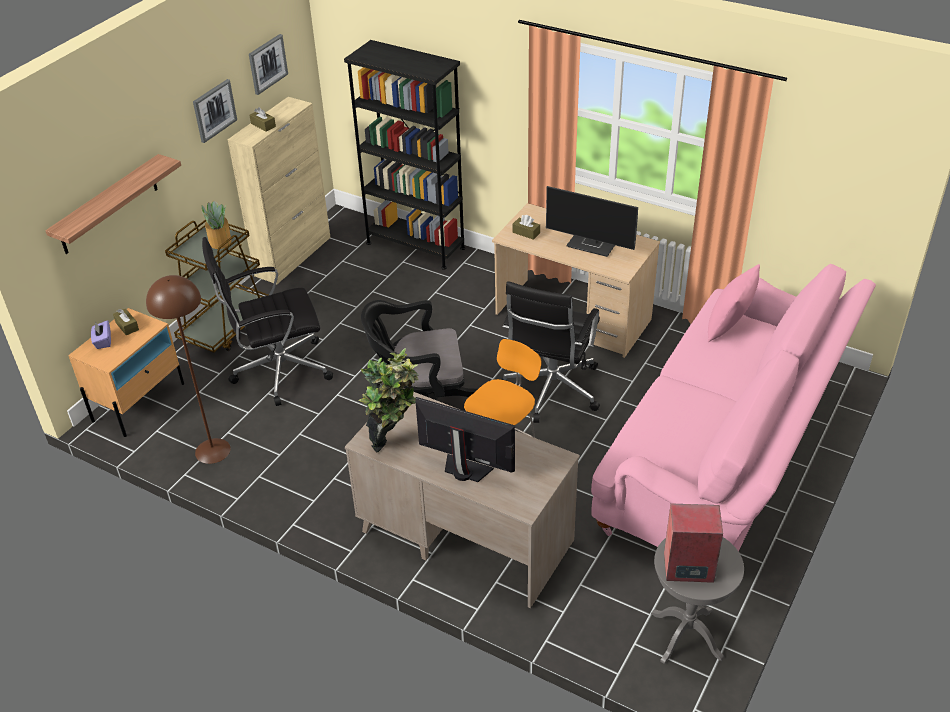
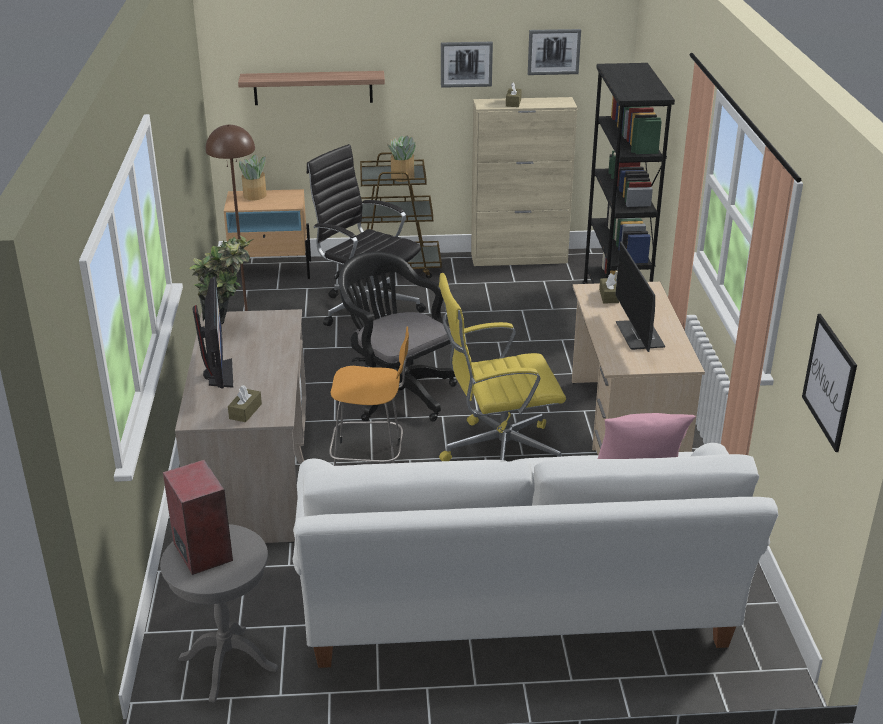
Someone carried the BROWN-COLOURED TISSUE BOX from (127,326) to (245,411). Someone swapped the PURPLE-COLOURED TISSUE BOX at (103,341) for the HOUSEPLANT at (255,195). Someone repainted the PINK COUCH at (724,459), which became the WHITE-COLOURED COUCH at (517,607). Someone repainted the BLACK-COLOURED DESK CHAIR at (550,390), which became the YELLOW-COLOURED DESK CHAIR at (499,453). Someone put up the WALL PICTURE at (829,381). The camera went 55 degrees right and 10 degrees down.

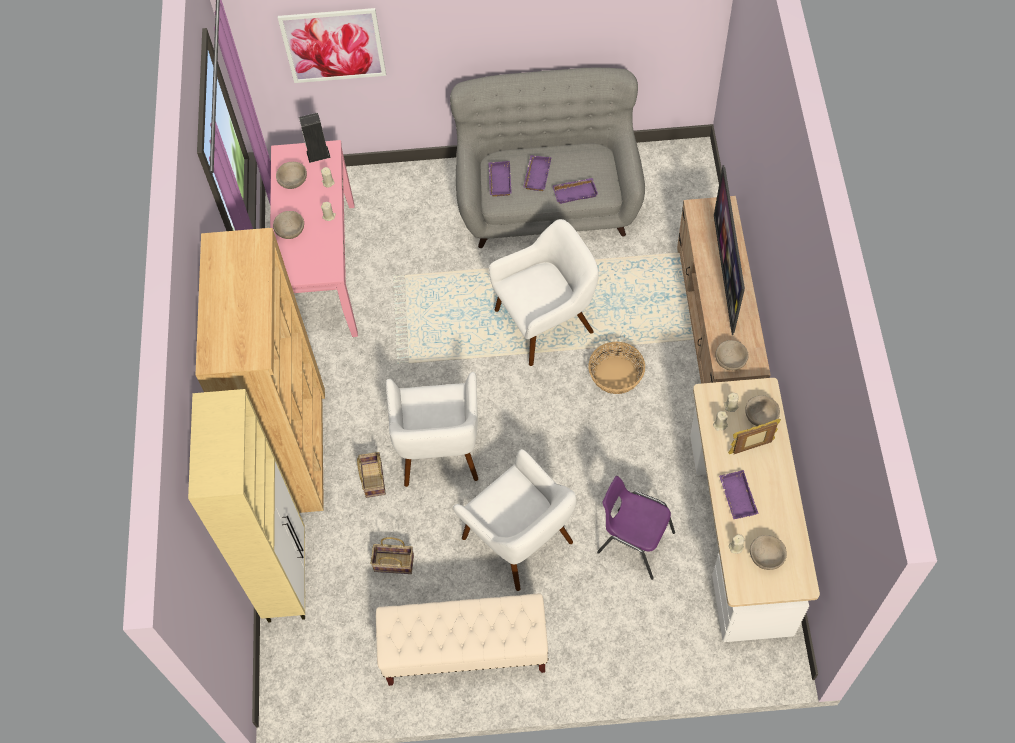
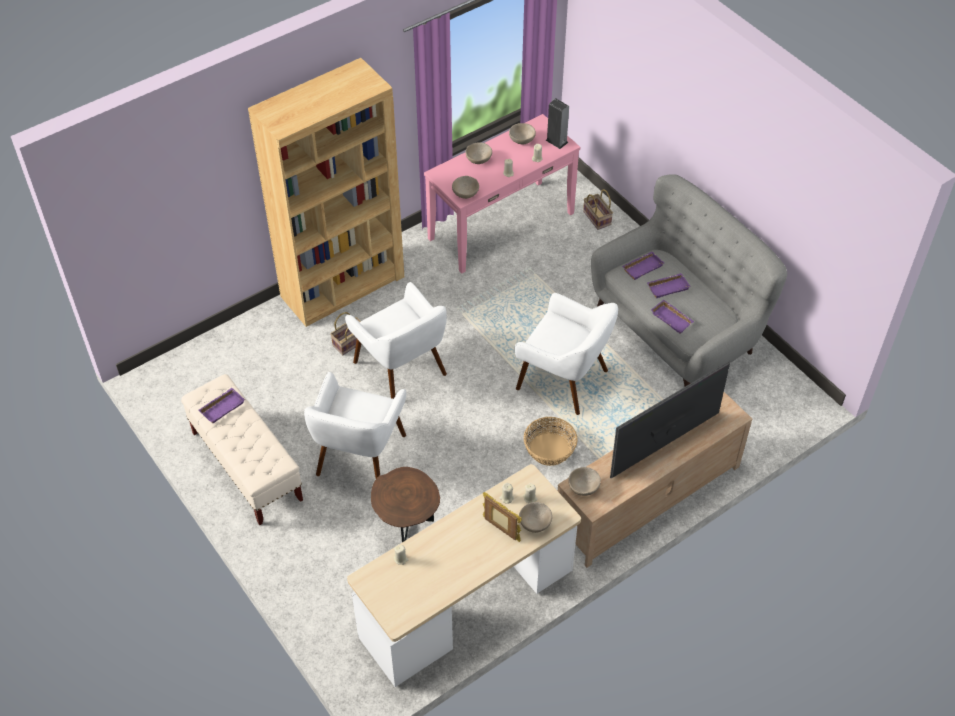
Someone carried the PURPLE-COLOURED SERVING TRAY from (736,496) to (222,407). Someone rotated the WHITE-COLOURED ARMCHAIR at (439,450) by 90 degrees counterclockwise. Someone swapped the PURPLE-COLOURED CHAIR at (634,542) for the BROWN-COLOURED SIDE TABLE at (407,532). Someone carried the SAND-COLOURED BOWL from (766,557) to (465,194). Someone carried the STORAGE BASKET from (392,564) to (596,218). Someone took away the SAND-COLOURED CUPBOARD at (287,577). Someone took away the WALL PICTURE at (333,45). The camera went 55 degrees right and 10 degrees down.

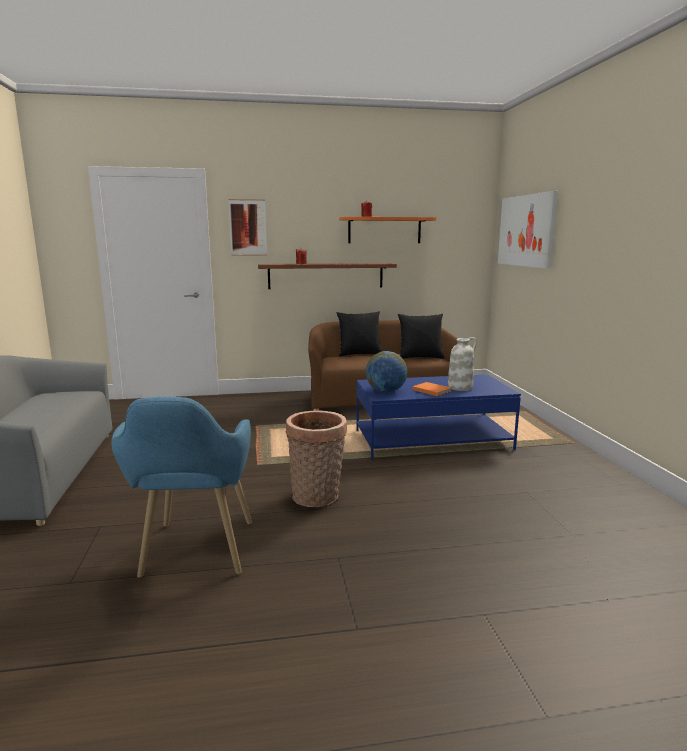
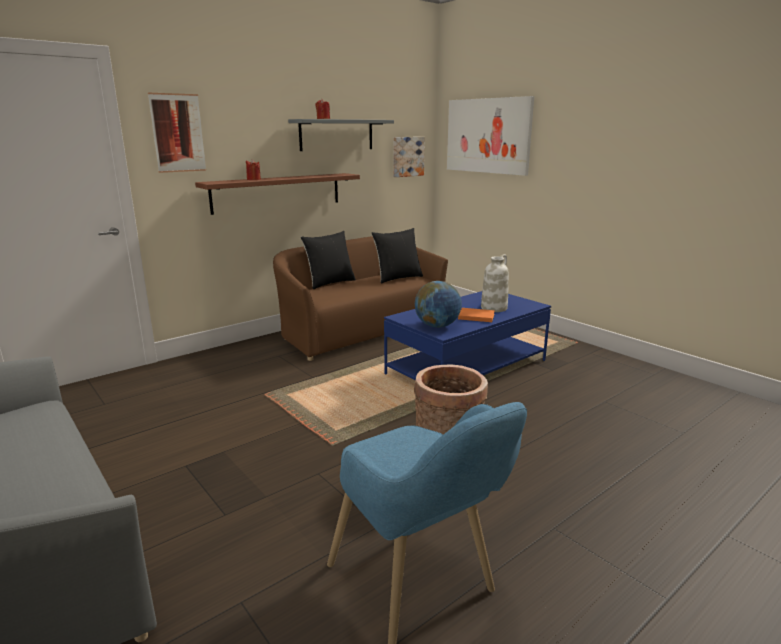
Someone repainted the ORANGE-COLOURED BRACKET SHELF at (384,230), which became the GRAY BRACKET SHELF at (336,135). Someone put up the WALL PICTURE at (407,156). The camera went 30 degrees left and 5 degrees up.

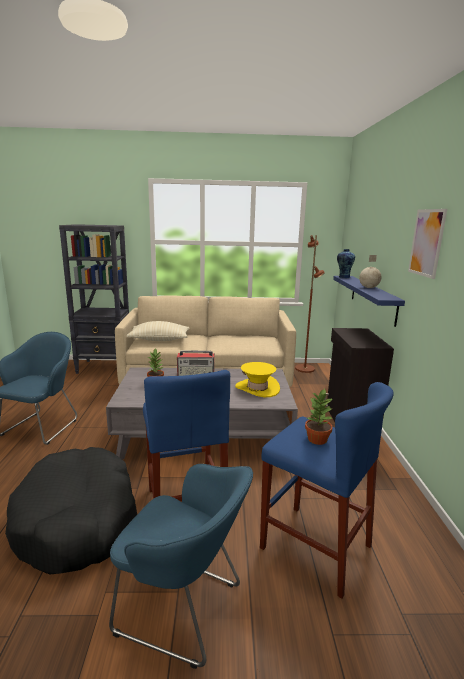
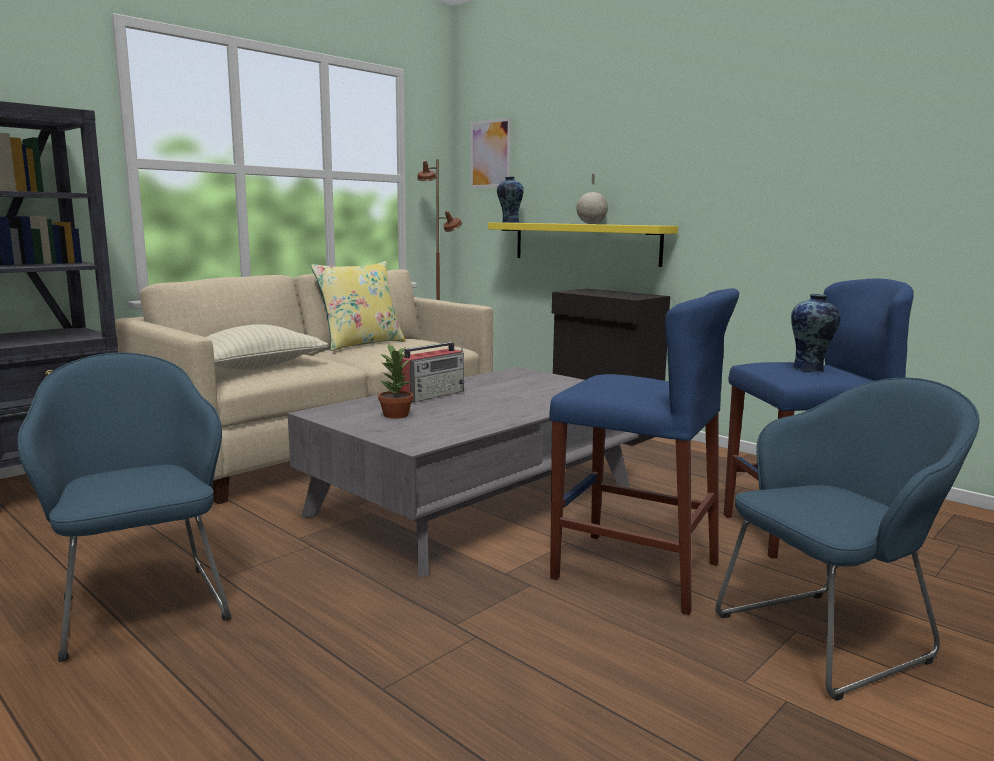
Someone put down the YELLOW-COLOURED PILLOW at (360,344). Someone carried the WALL PICTURE from (426,242) to (490,154). Someone repainted the BLUISH BRACKET SHELF at (372,298), which became the YELLOW-COLOURED BRACKET SHELF at (585,243). Someone swapped the HOUSEPLANT at (316,439) for the DECORATIVE VASE at (810,369). Someone took away the BLACK-COLOURED PET BED at (78,520). Someone took away the YELLOW-COLOURED WEARABLE HAT at (257,388). The camera went 45 degrees left and 5 degrees down.

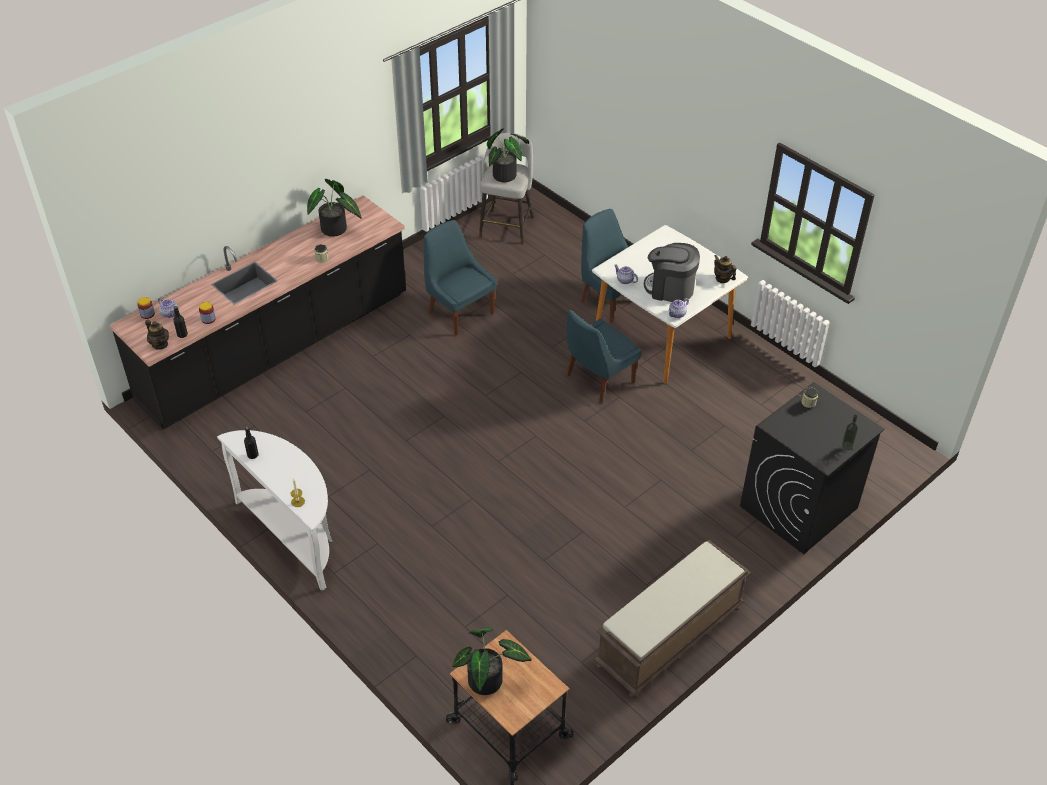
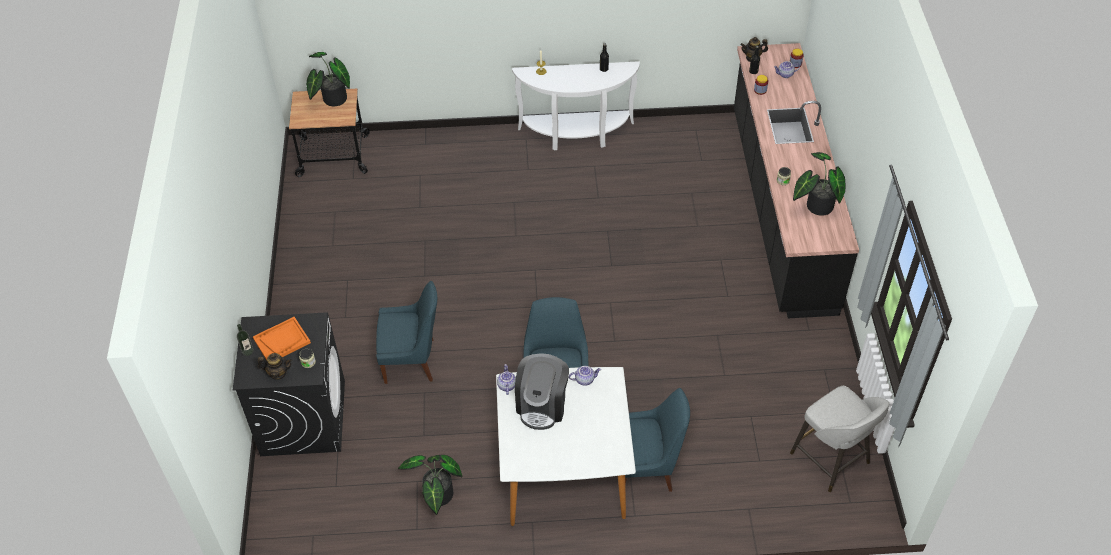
Someone put down the ORANGE-COLOURED SERVING TRAY at (282,341). Someone carried the POT FOR TEA from (722,278) to (278,373). Someone carried the BLUISH CHAIR from (459,312) to (412,361). Someone carried the HOUSEPLANT from (507,175) to (437,497). Someone rotated the COFFEE MAKER at (670,289) by 135 degrees clockwise. Someone took away the BROWN-COLOURED LONG SEAT at (669,638). The camera went 130 degrees right and 5 degrees up.

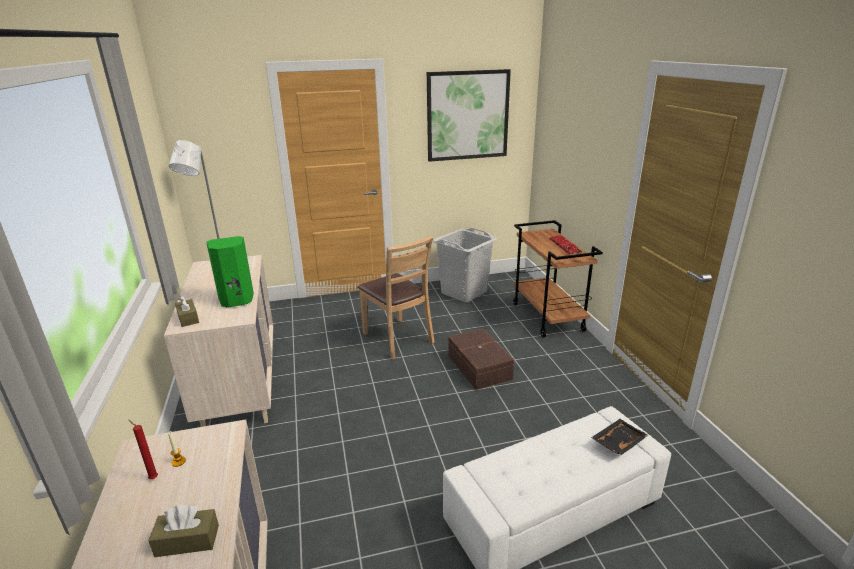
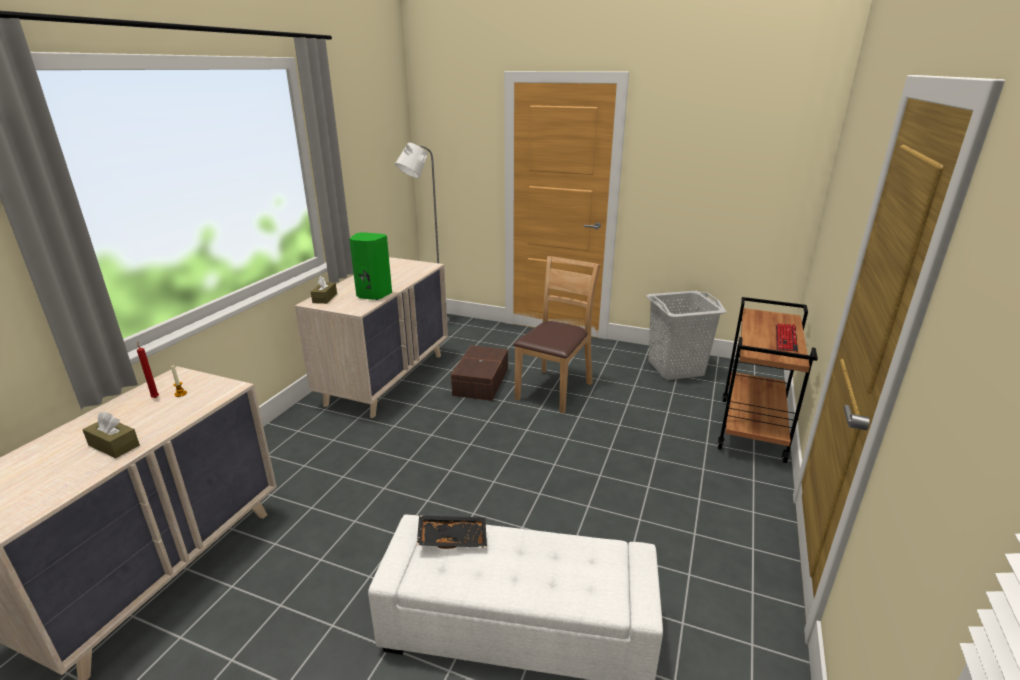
Someone carried the BLACK-COLOURED SERVING TRAY from (617,442) to (452,537). Someone carried the BROWN-COLOURED STORAGE CONTAINER from (478,368) to (479,382). Someone rotated the BROWN-COLOURED CHAIR at (398,338) by 150 degrees counterclockwise. Someone took away the WALL PICTURE at (467,115). The camera went 35 degrees right and 0 degrees up.

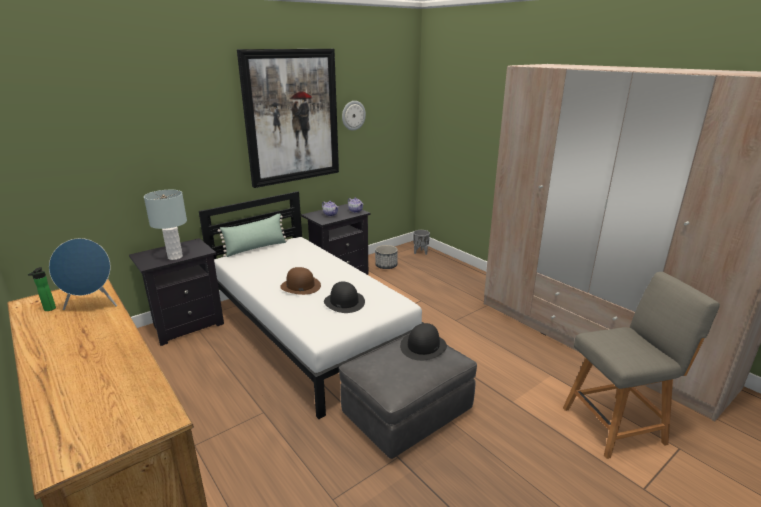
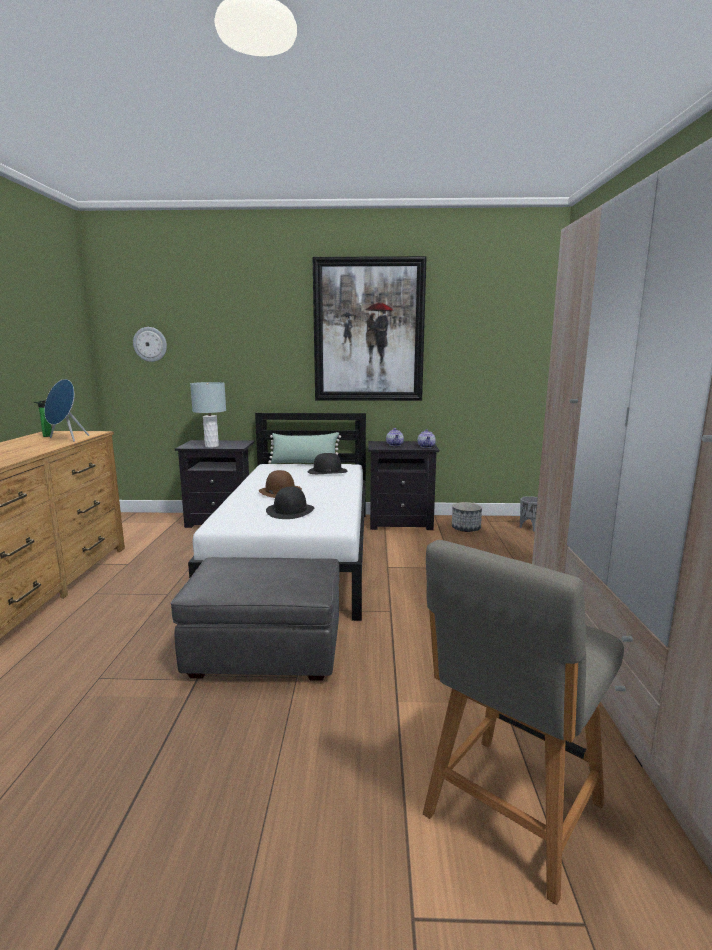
Someone carried the WALL CLOCK from (353,115) to (150,344). Someone carried the BLACK-COLOURED WEARABLE HAT from (423,346) to (327,471). Someone rotated the GRAY CHAIR at (616,425) by 105 degrees clockwise. The camera went 40 degrees right and 10 degrees down.

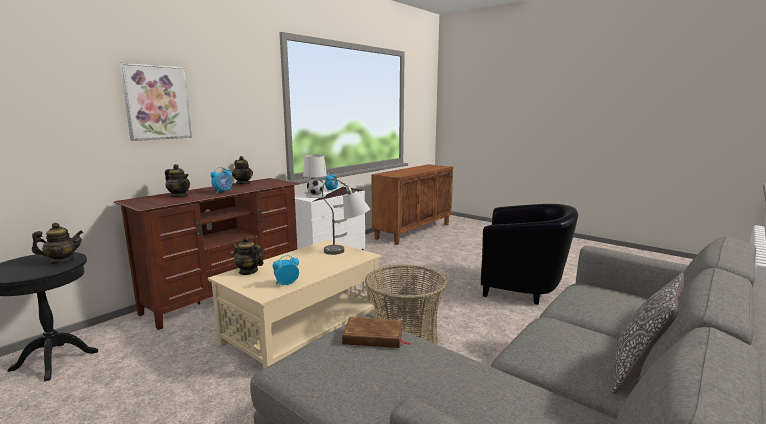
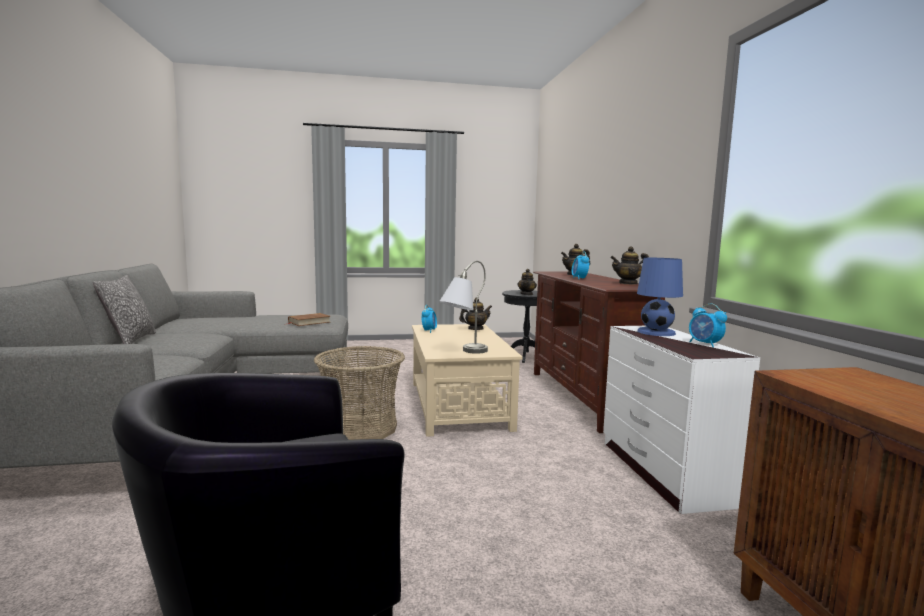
Someone repainted the WHITE-COLOURED LAMP FOR A TABLE at (315,195), which became the BLUISH LAMP FOR A TABLE at (656,332). Someone took away the WALL PICTURE at (157,102). The camera went 130 degrees right and 5 degrees down.

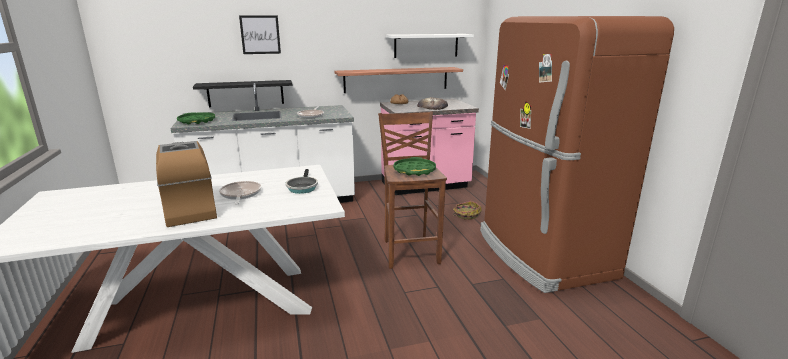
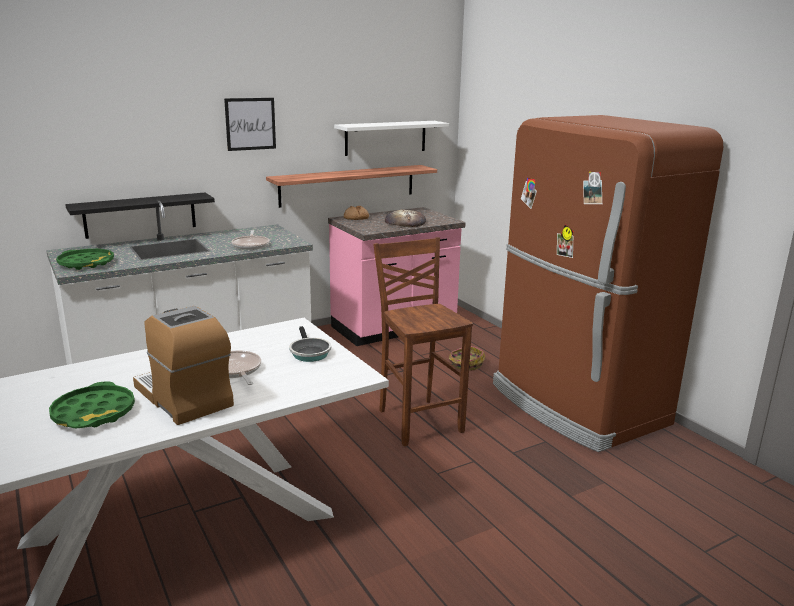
Someone carried the GREEN SERVING TRAY from (414,170) to (94,413). Someone carried the WALL PICTURE from (260,34) to (250,124). The camera went 15 degrees left and 0 degrees up.

